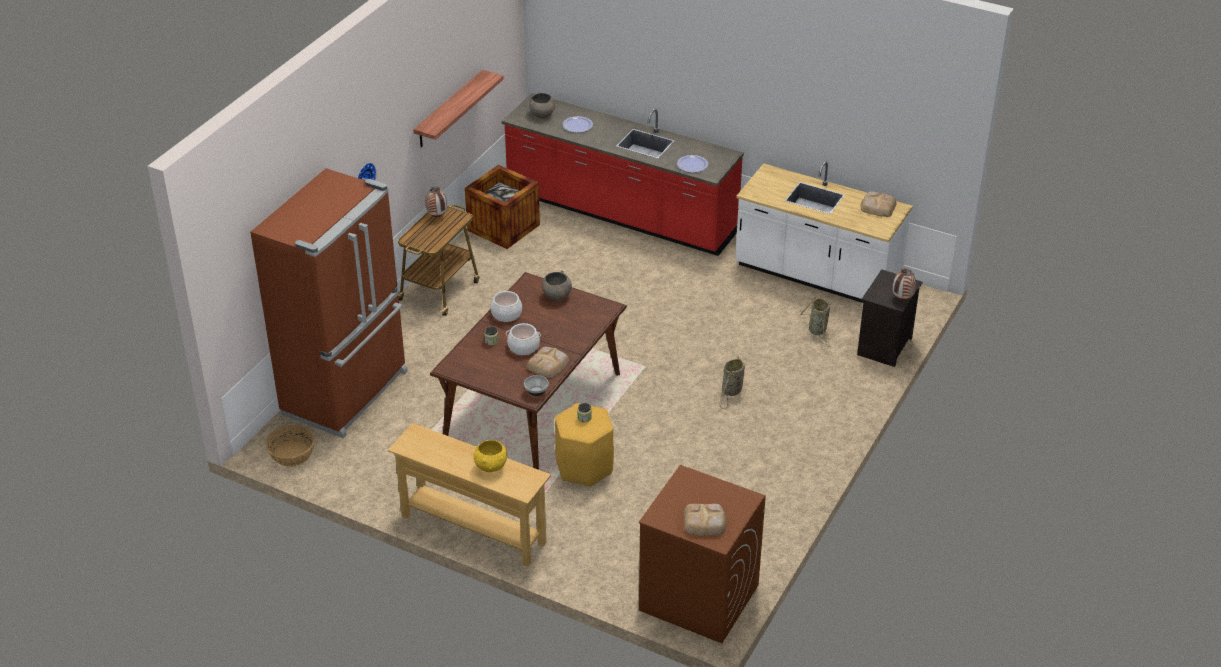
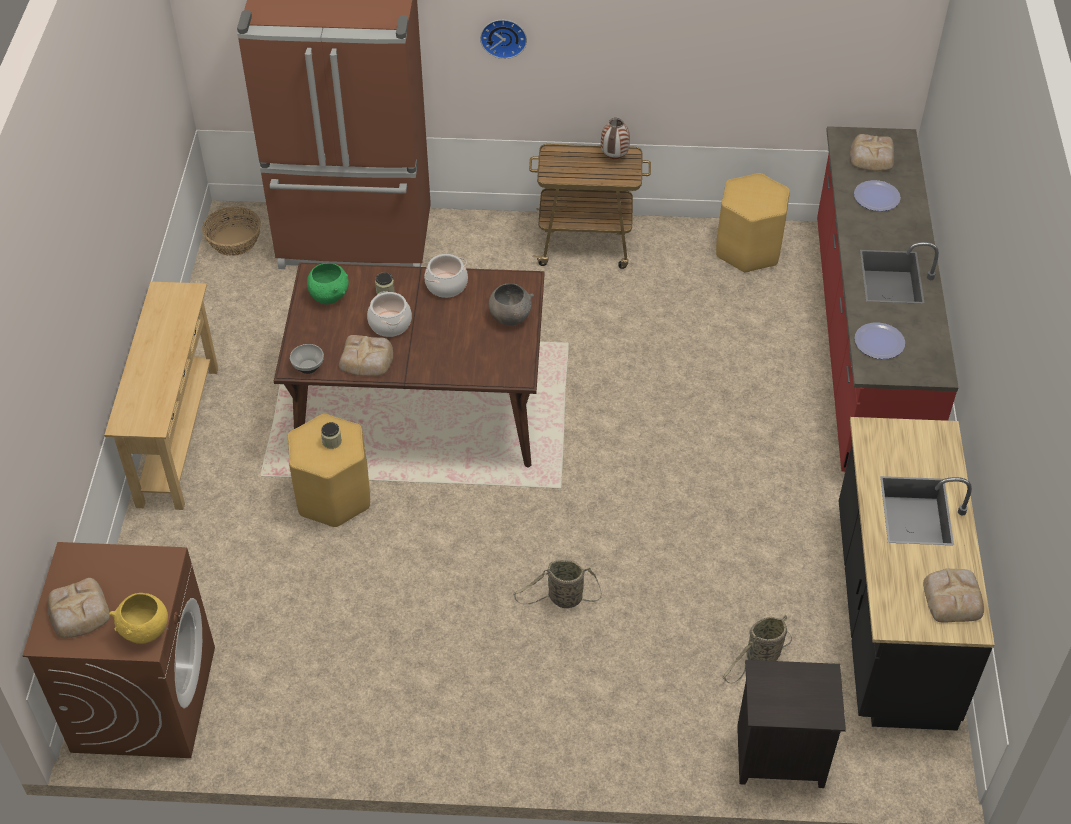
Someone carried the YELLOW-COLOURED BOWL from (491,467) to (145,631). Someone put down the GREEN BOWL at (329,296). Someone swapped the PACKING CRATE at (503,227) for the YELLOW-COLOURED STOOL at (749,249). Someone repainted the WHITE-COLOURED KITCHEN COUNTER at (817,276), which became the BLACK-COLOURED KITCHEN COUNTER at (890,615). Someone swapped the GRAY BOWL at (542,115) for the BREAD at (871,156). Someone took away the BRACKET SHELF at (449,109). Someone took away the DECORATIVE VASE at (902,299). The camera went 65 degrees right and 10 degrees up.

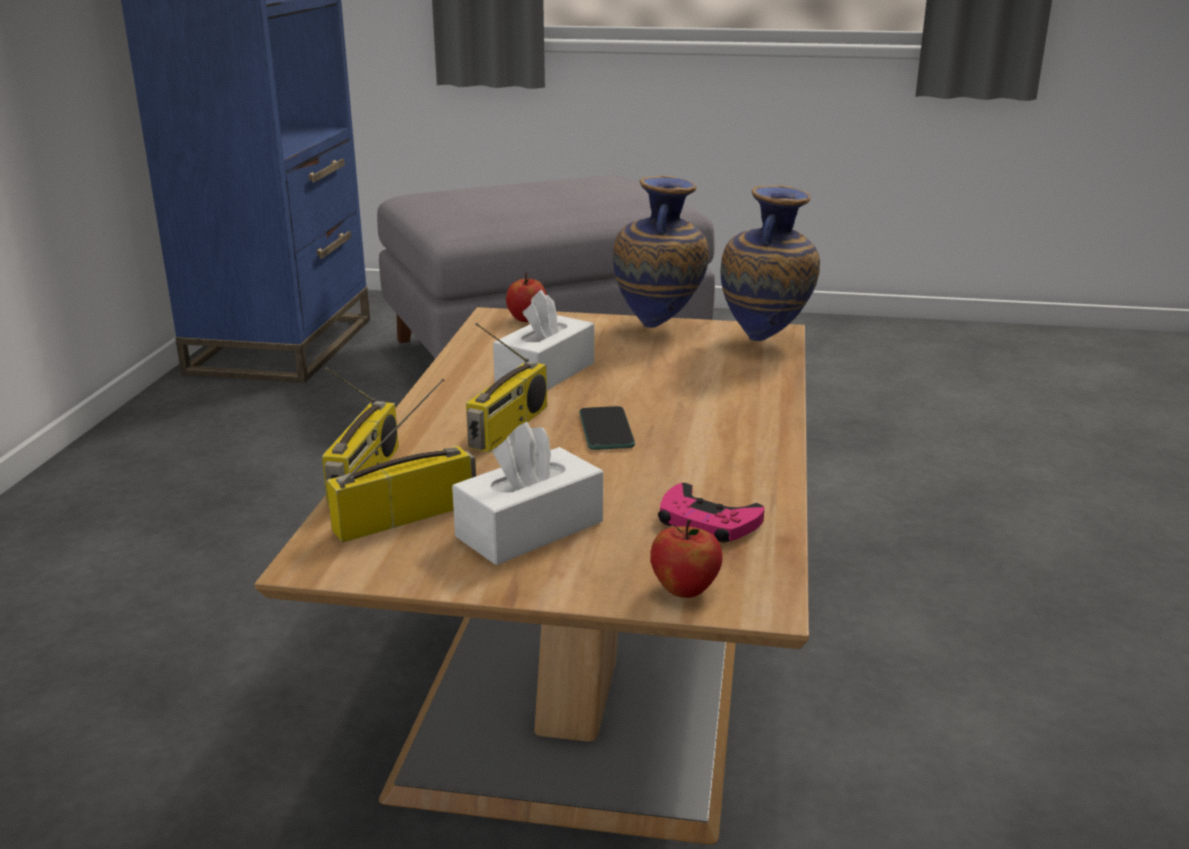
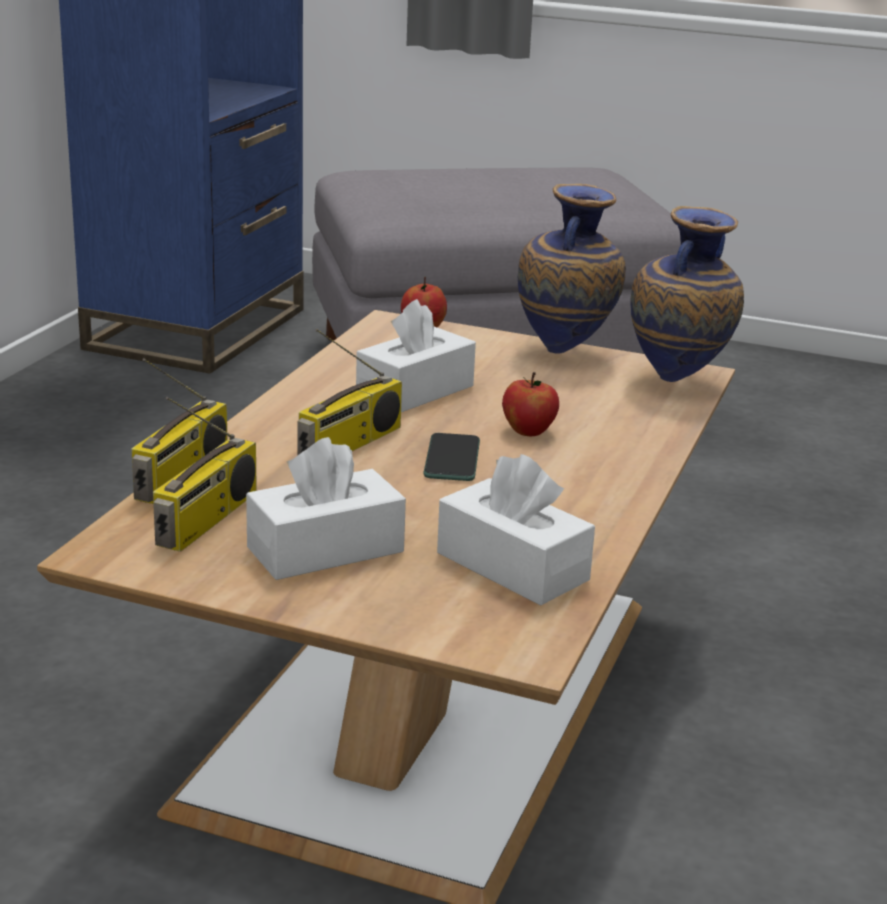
Someone rotated the RADIO RECEIVER at (406,515) by 135 degrees clockwise. Someone swapped the PINK GAMEPAD at (707,522) for the WHITE-COLOURED TISSUE BOX at (512,566). Someone carried the WHOLE APPLE from (685,589) to (528,431). The camera went 10 degrees right and 0 degrees up.

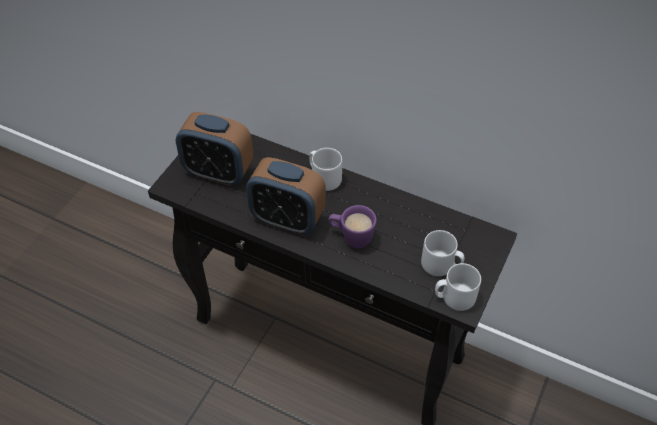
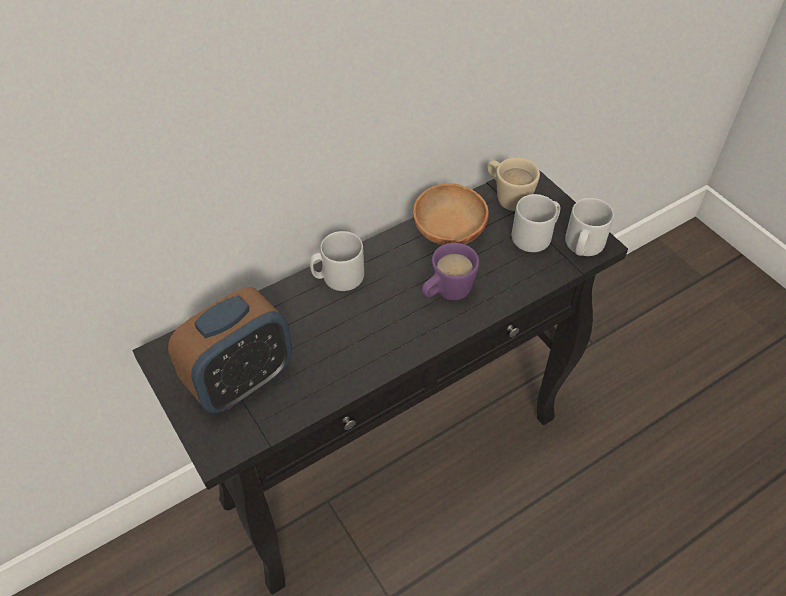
Someone put down the BROWN-COLOURED BOWL at (447,233). Someone put down the SAND-COLOURED TEA MUG at (507,197). Someone took away the TABLE CLOCK at (287,219). The camera went 60 degrees left and 0 degrees up.

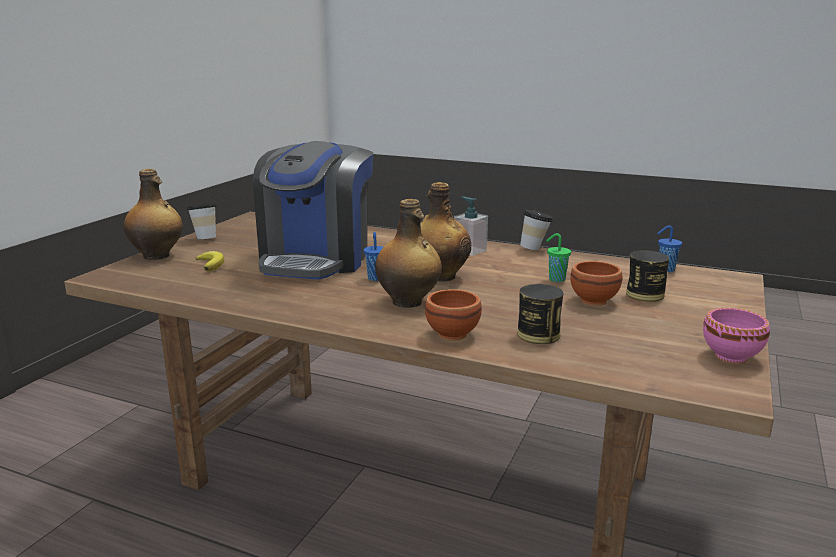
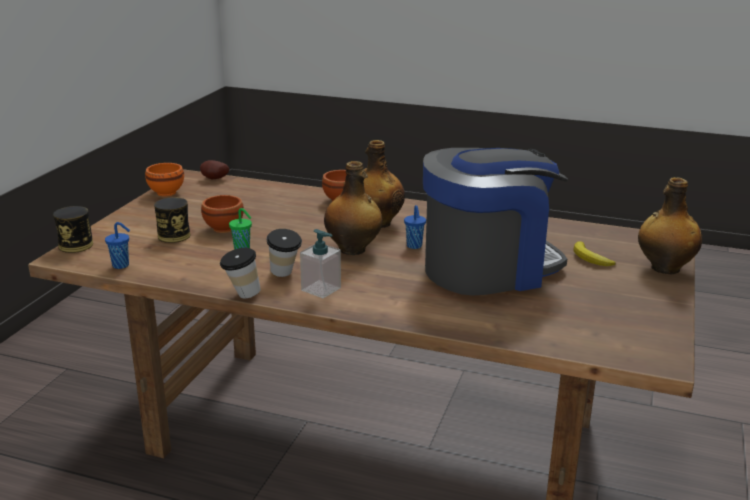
Someone carried the CAN from (538,335) to (76,245). Someone repainted the PINK BOWL at (732,356), which became the ORANGE-COLOURED BOWL at (165,193). Someone put down the SPUD at (214,179). Someone carried the SMALL CUP from (205,238) to (285,275). Someone rotated the COFFEE MAKER at (316,259) by 60 degrees clockwise. The camera went 175 degrees right and 5 degrees up.

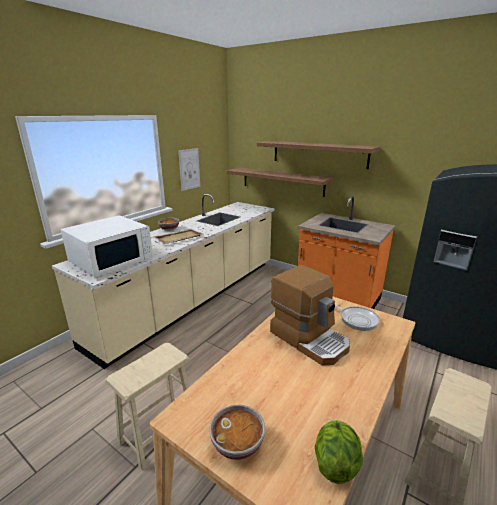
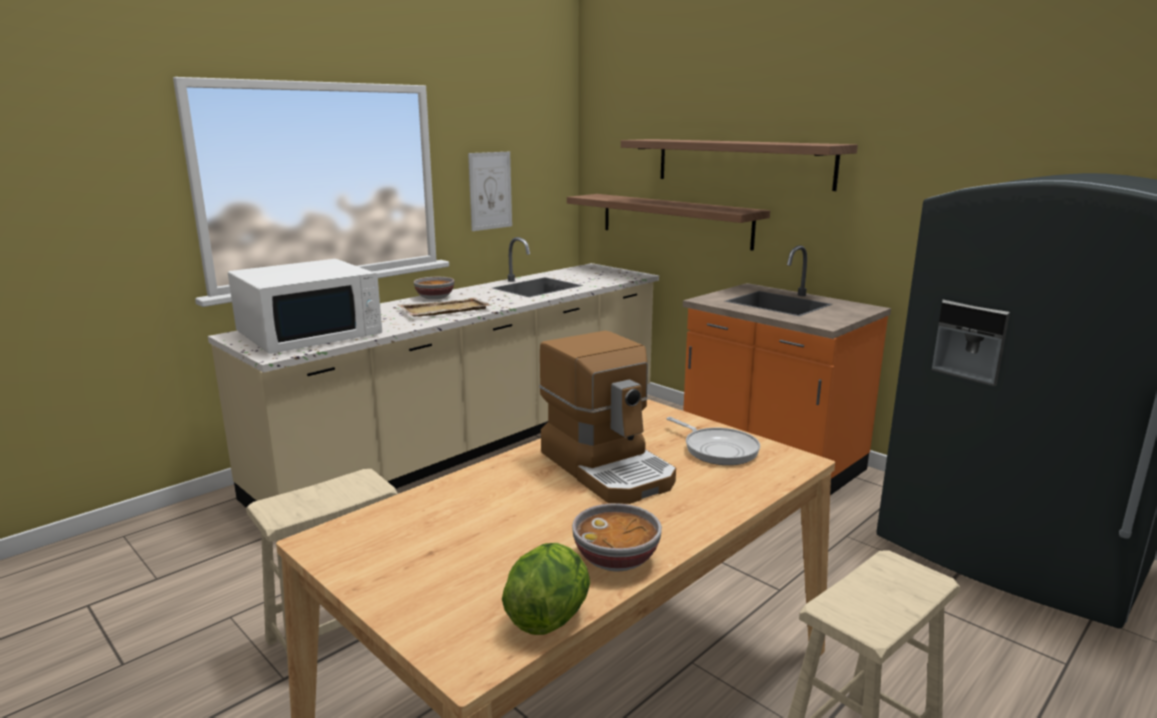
Someone carried the BOWL from (238,443) to (617,559). The camera went 10 degrees right and 5 degrees down.

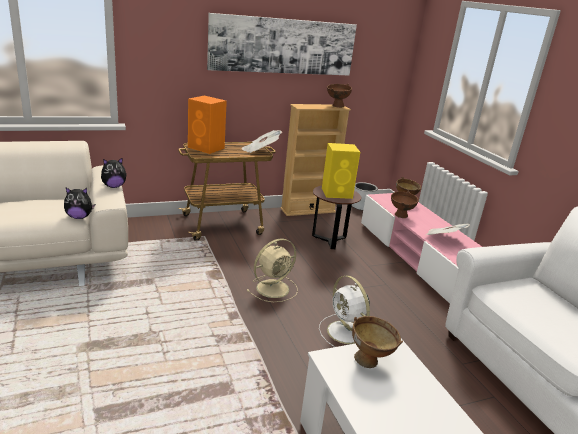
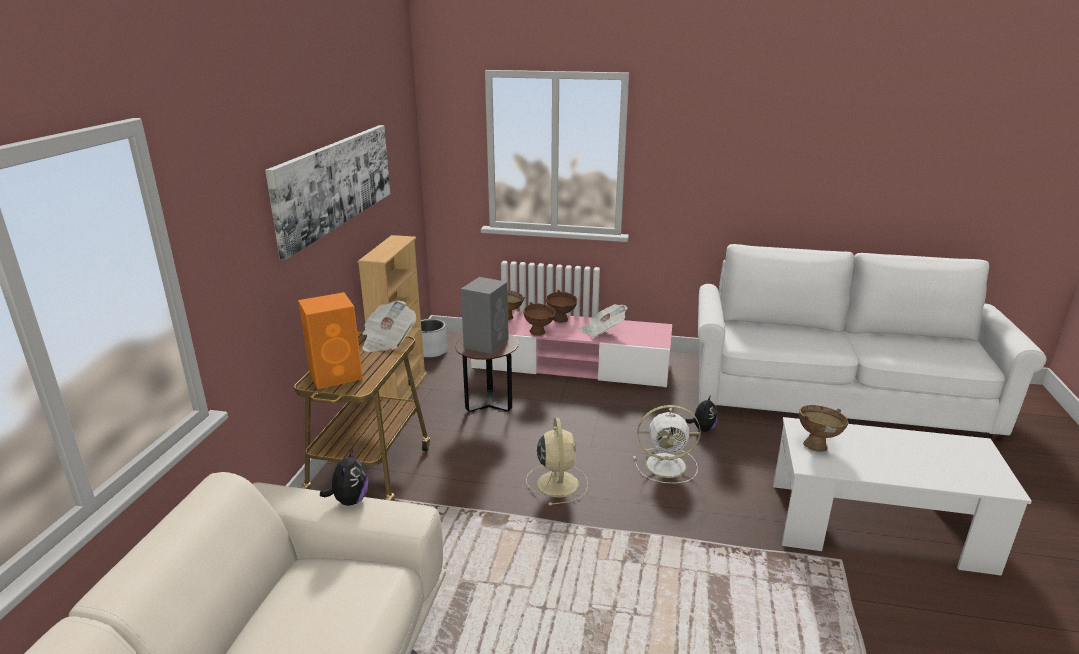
Someone repainted the YELLOW-COLOURED AUDIO SPEAKER at (337,193), which became the GRAY AUDIO SPEAKER at (486,343). Someone carried the BROWN-COLOURED BOWL from (336,106) to (561,321). Someone carried the SOFT TOY from (79,217) to (702,429). The camera went 55 degrees left and 0 degrees up.

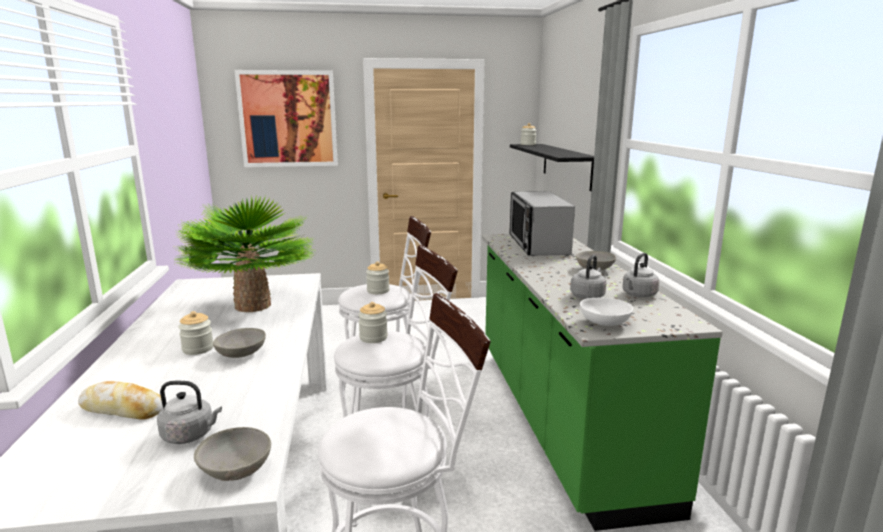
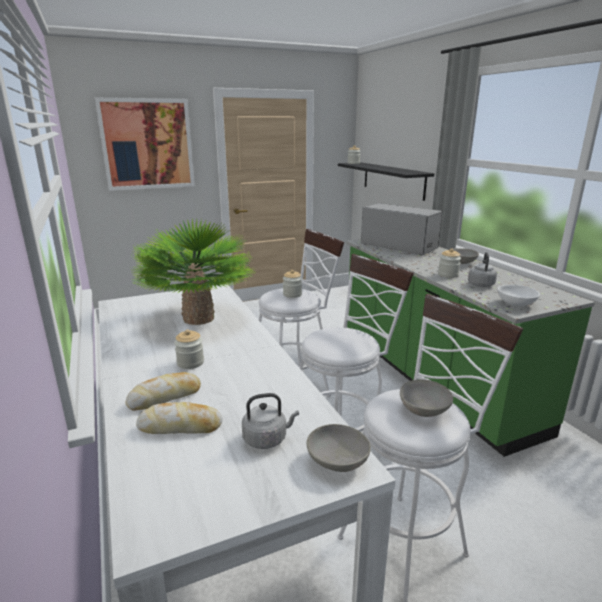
Someone put down the BREAD at (165,397). Someone rotated the KITCHEN MICROWAVE at (538,245) by 150 degrees clockwise. Someone carried the GRAY BOWL from (242,354) to (424,410). Someone carried the PRESERVE JAR from (373,338) to (448,275). Someone took away the GRAY WATER KETTLE at (638,295). The camera went 15 degrees left and 5 degrees up.

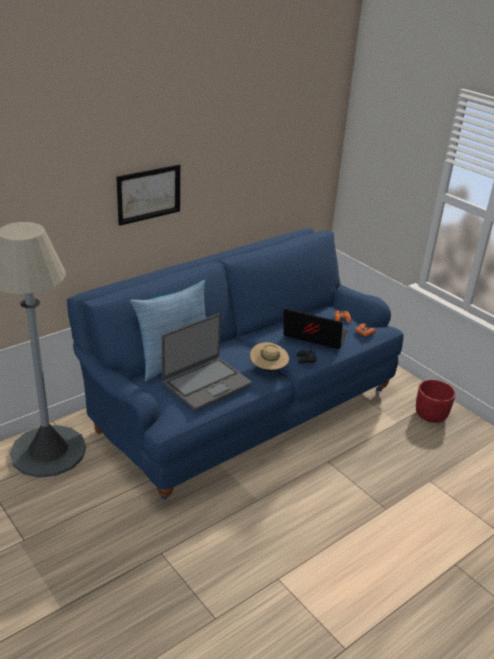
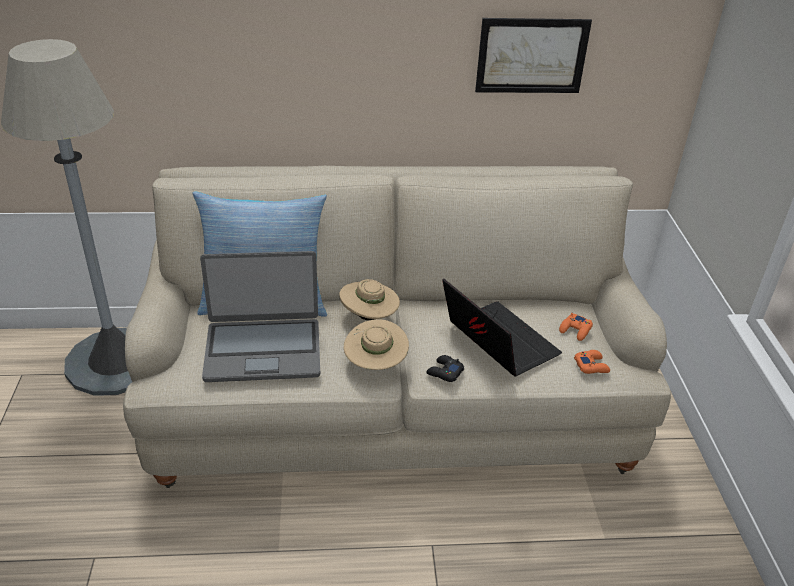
Someone repainted the BLUISH COUCH at (241,405), which became the SAND-COLOURED COUCH at (392,403). Someone put down the SAND-COLOURED WEARABLE HAT at (369,317). Someone carried the WALL PICTURE from (149,194) to (531,55). Someone took away the REDDISH PLANT POT at (431,415). The camera went 35 degrees right and 5 degrees up.

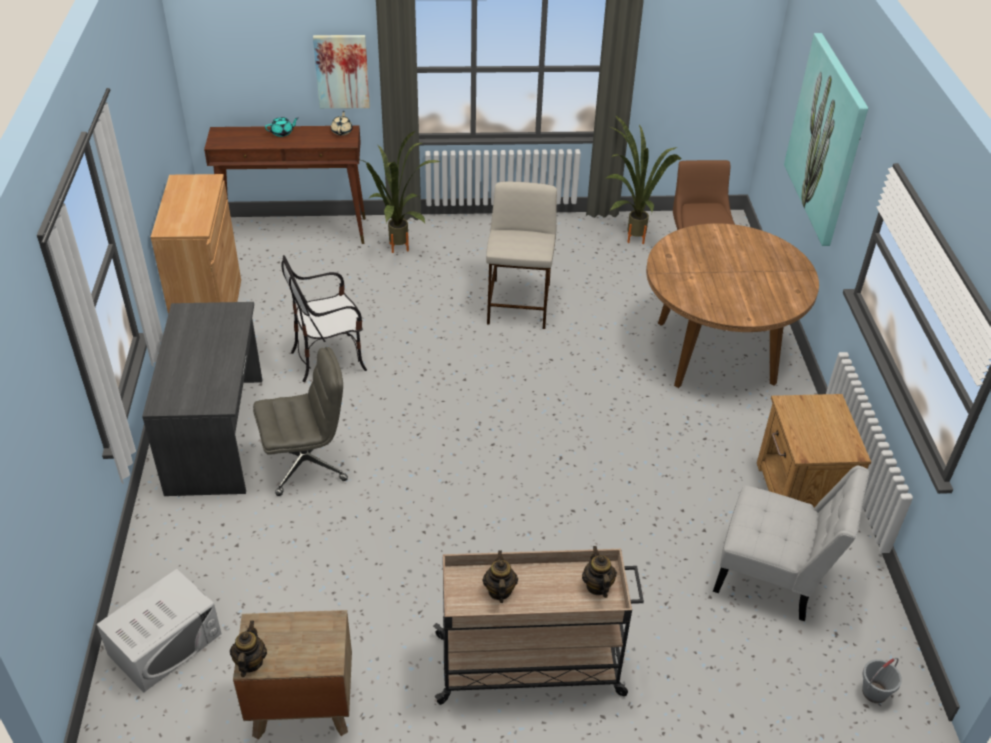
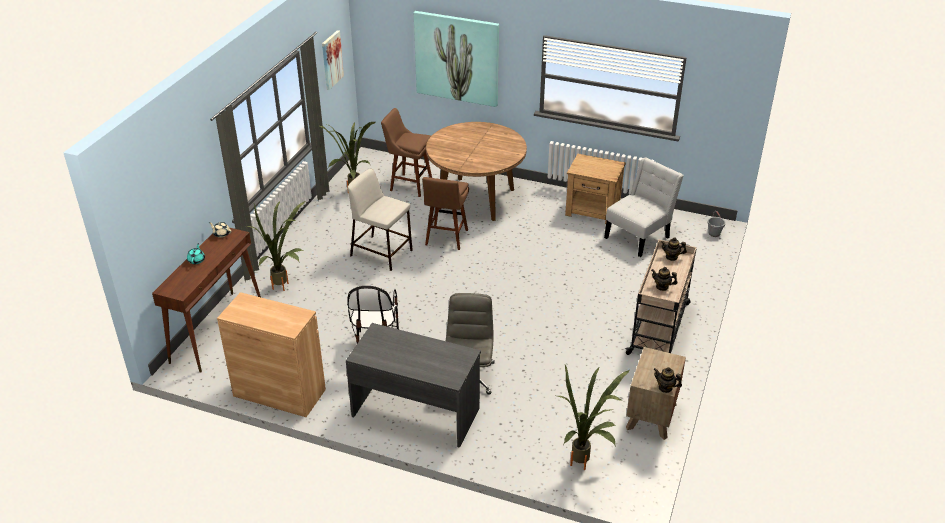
Someone carried the WALL PICTURE from (342,71) to (331,60). Someone put down the BROWN-COLOURED STOOL at (446,239). Someone swapped the WHITE-COLOURED KITCHEN MICROWAVE at (165,644) for the HOUSEPLANT at (585,465). The camera went 65 degrees left and 5 degrees down.

